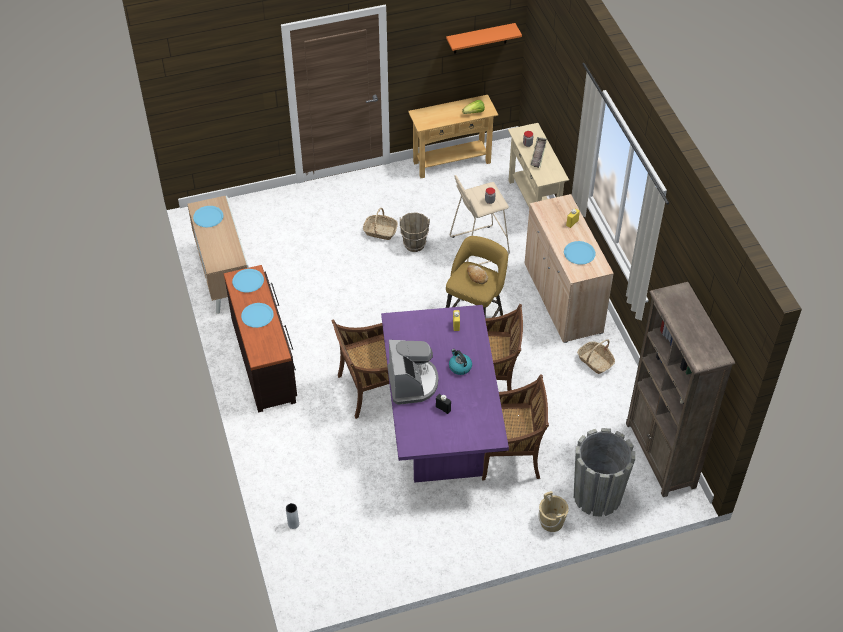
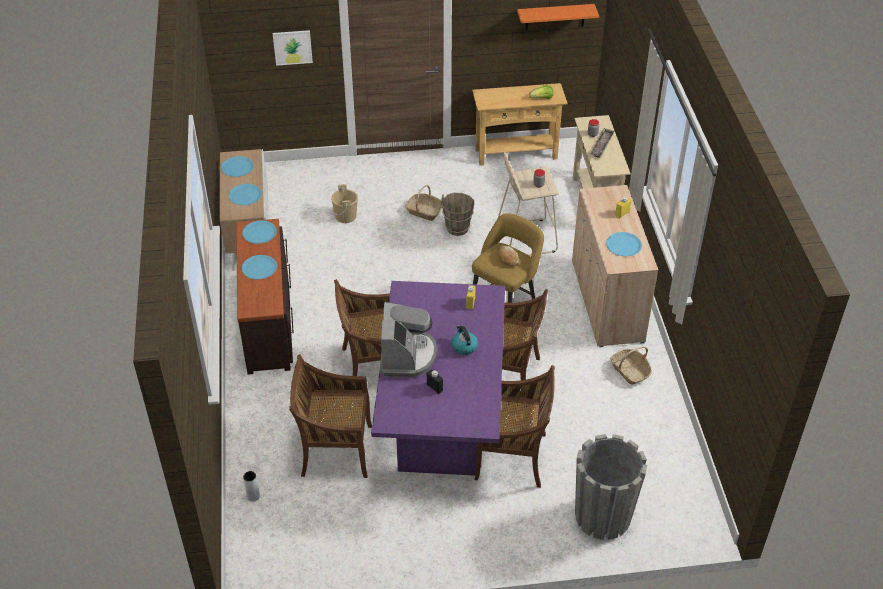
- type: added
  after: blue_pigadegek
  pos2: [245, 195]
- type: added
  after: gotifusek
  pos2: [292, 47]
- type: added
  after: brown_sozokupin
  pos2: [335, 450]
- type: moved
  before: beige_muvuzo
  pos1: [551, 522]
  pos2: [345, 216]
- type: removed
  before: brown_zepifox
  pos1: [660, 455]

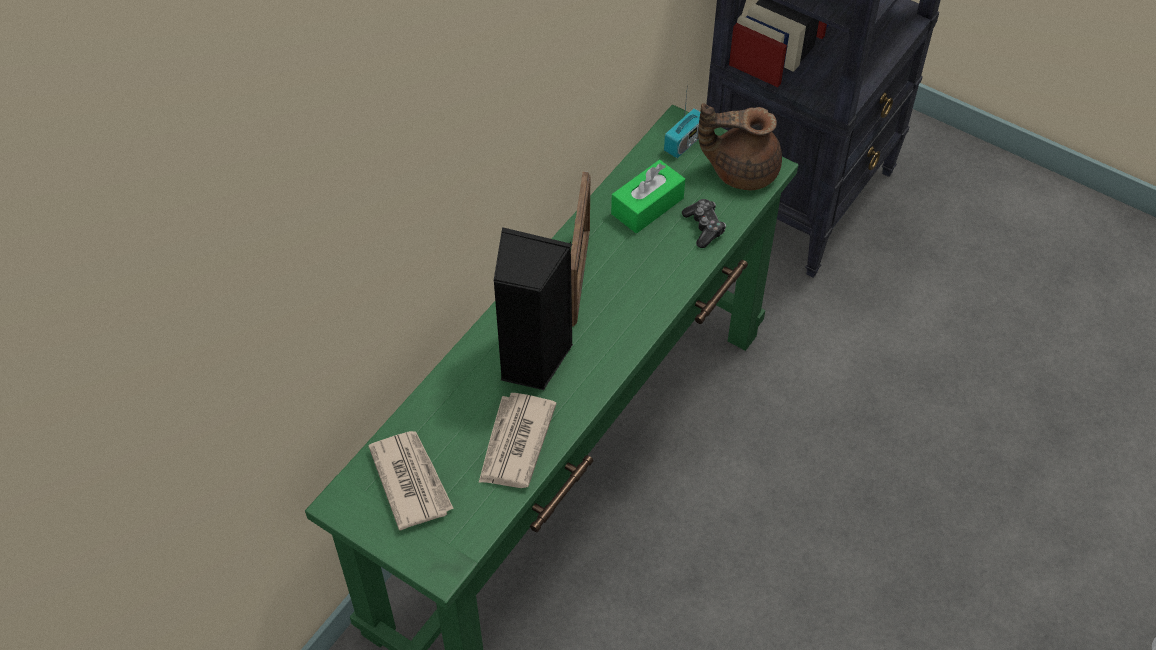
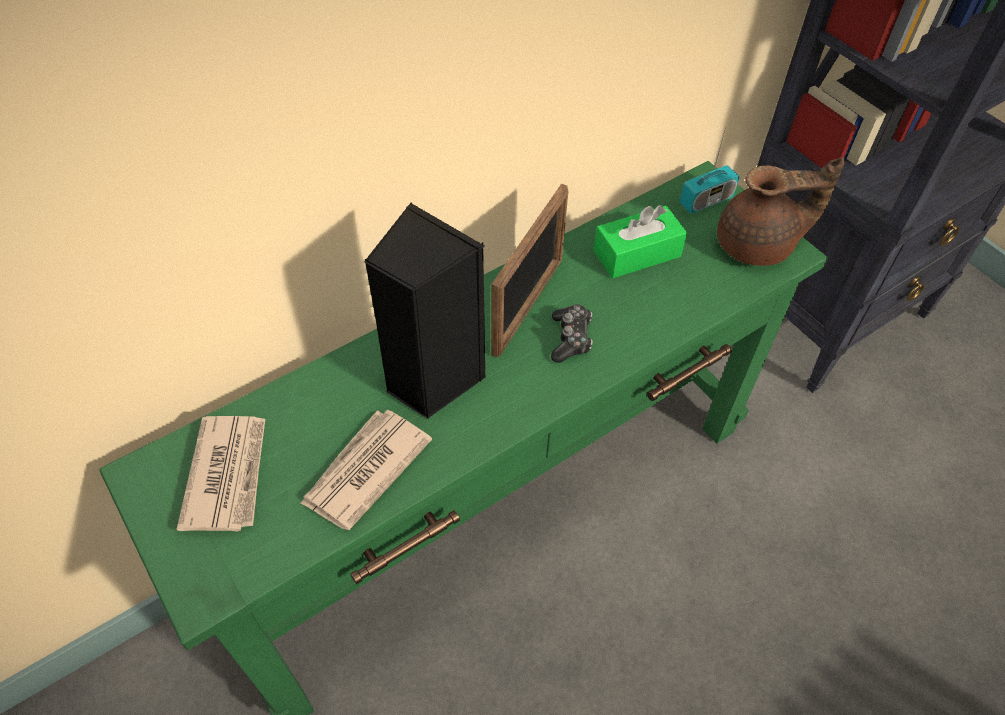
- type: moved
  before: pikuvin
  pos1: [704, 227]
  pos2: [571, 339]
- type: turned
  before: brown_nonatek
  pos1: [741, 170]
  pos2: [758, 245]
  turn: 150

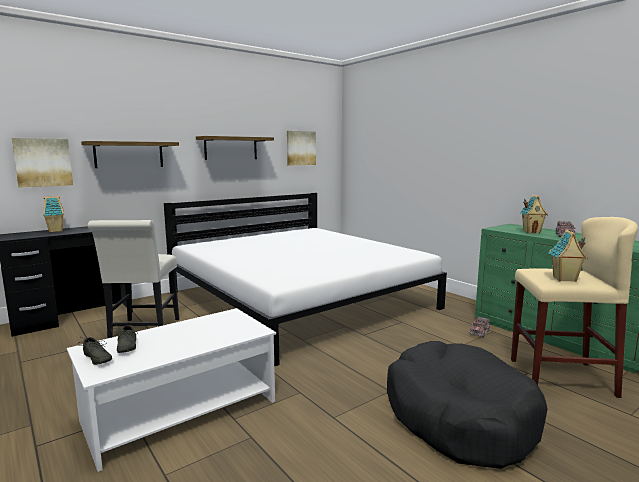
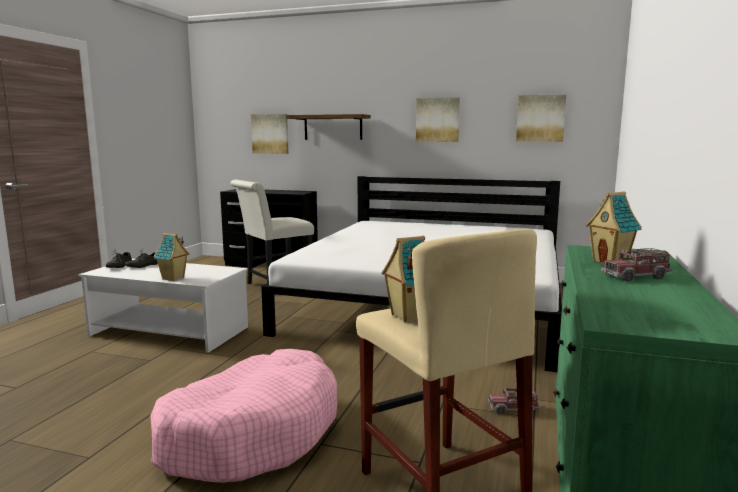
- type: recoloured
  before: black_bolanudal
  after: pink_bolanudal
  pos1: [458, 416]
  pos2: [251, 433]
- type: moved
  before: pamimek
  pos1: [56, 230]
  pos2: [173, 278]
- type: replaced
  before: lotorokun
  after: gotifusek
  pos1: [231, 148]
  pos2: [437, 120]

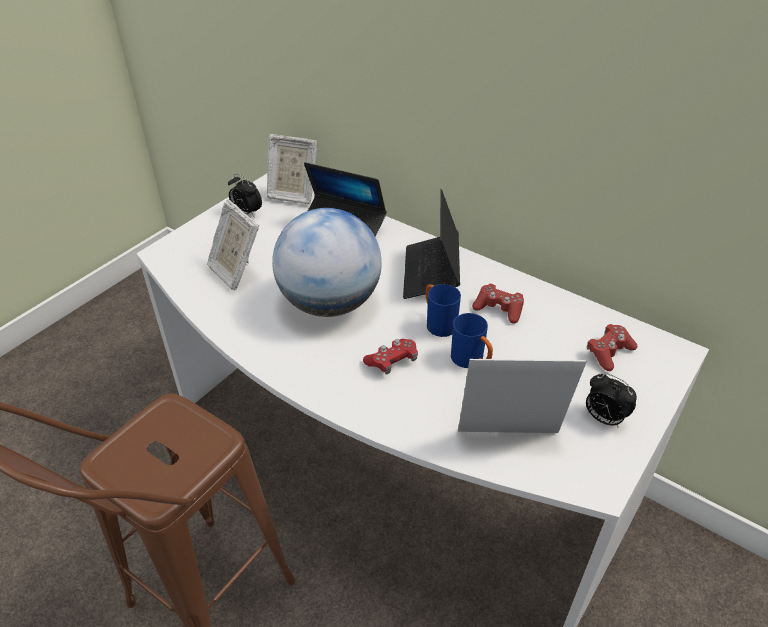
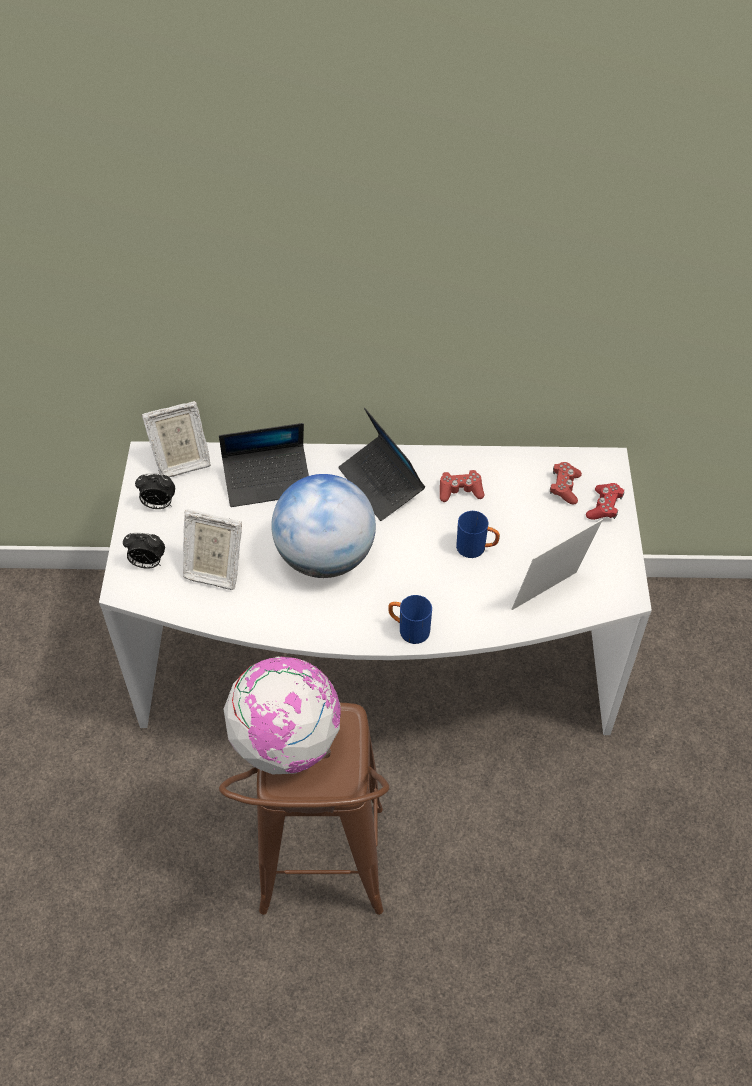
- type: moved
  before: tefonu
  pos1: [603, 418]
  pos2: [147, 563]
- type: added
  after: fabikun
  pos2: [286, 742]
- type: moved
  before: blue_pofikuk
  pos1: [437, 323]
  pos2: [408, 629]
- type: moved
  before: red_pikuvin
  pos1: [392, 361]
  pos2: [604, 507]

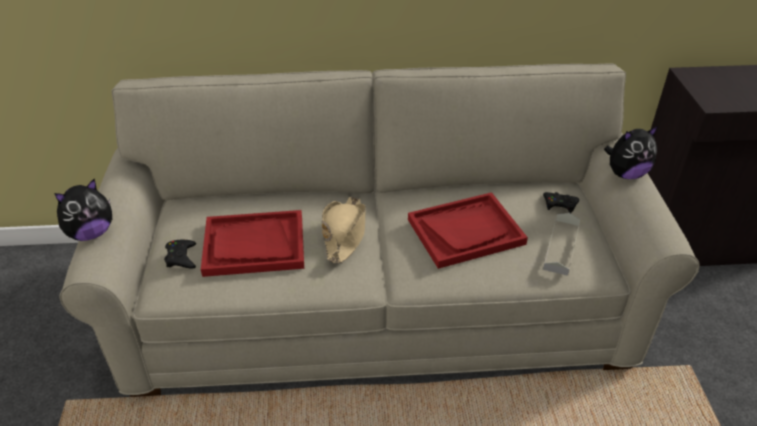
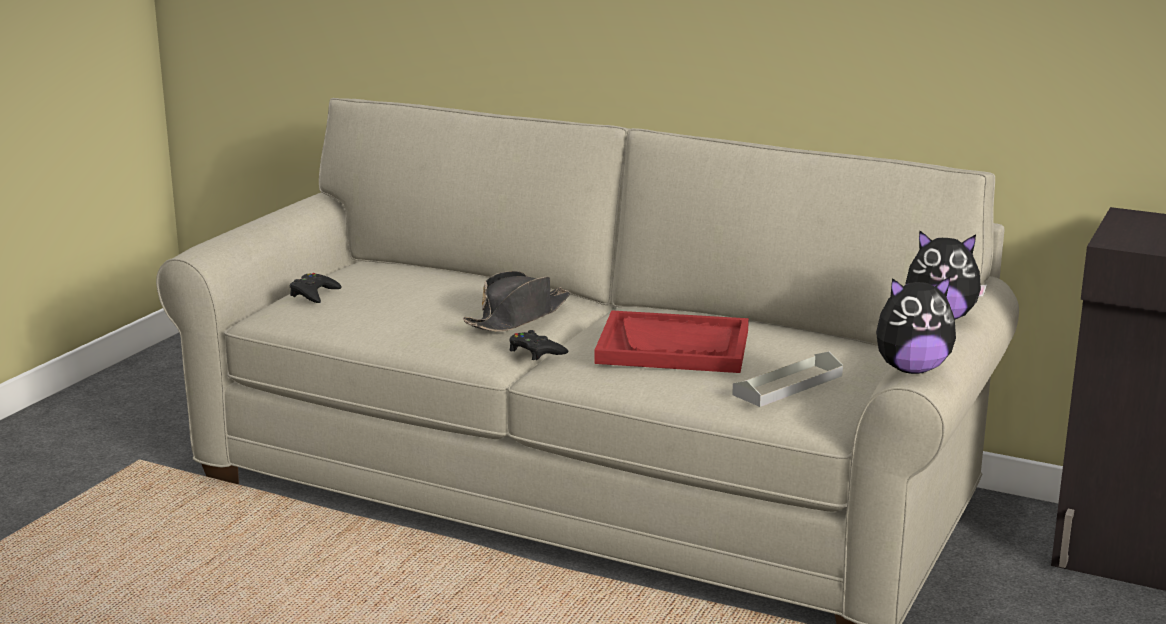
- type: recoloured
  before: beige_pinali
  after: black_pinali
  pos1: [345, 234]
  pos2: [518, 317]
- type: moved
  before: black_pikuvin
  pos1: [560, 204]
  pos2: [535, 352]
- type: moved
  before: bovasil
  pos1: [91, 233]
  pos2: [911, 369]
- type: removed
  before: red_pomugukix
  pos1: [254, 245]

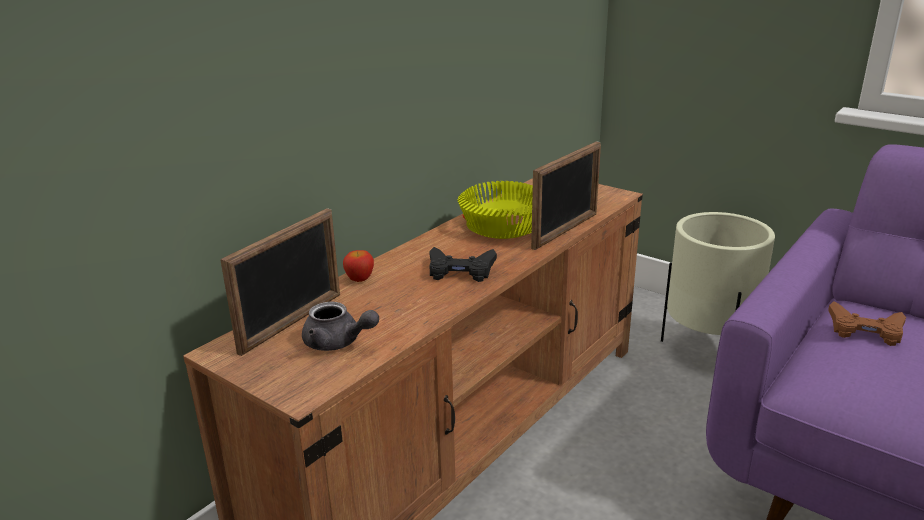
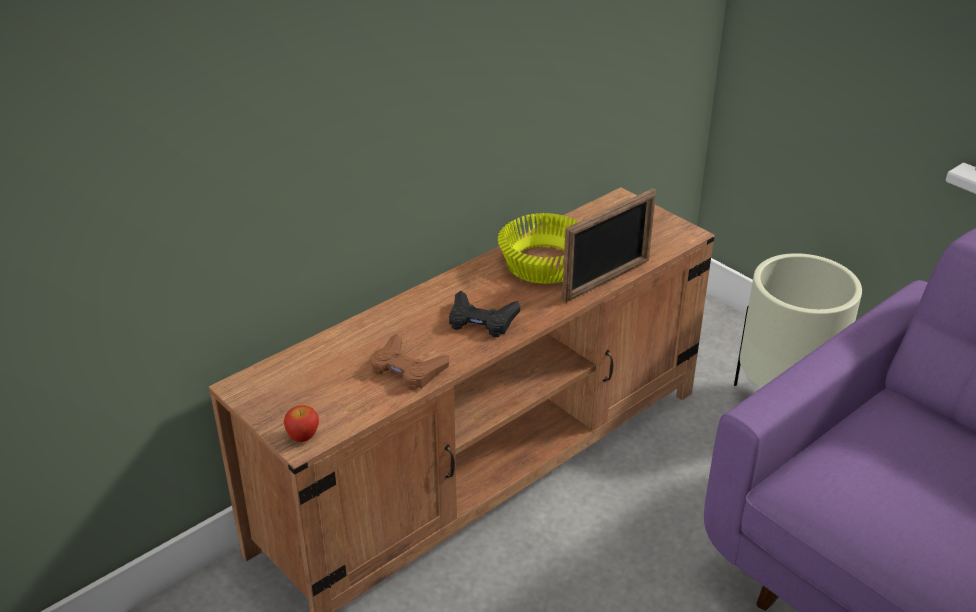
- type: moved
  before: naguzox
  pos1: [359, 278]
  pos2: [303, 436]
- type: moved
  before: brown_pikuvin
  pos1: [865, 330]
  pos2: [407, 369]
- type: removed
  before: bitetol
  pos1: [292, 323]
- type: removed
  before: grey_nonatek
  pos1: [338, 343]

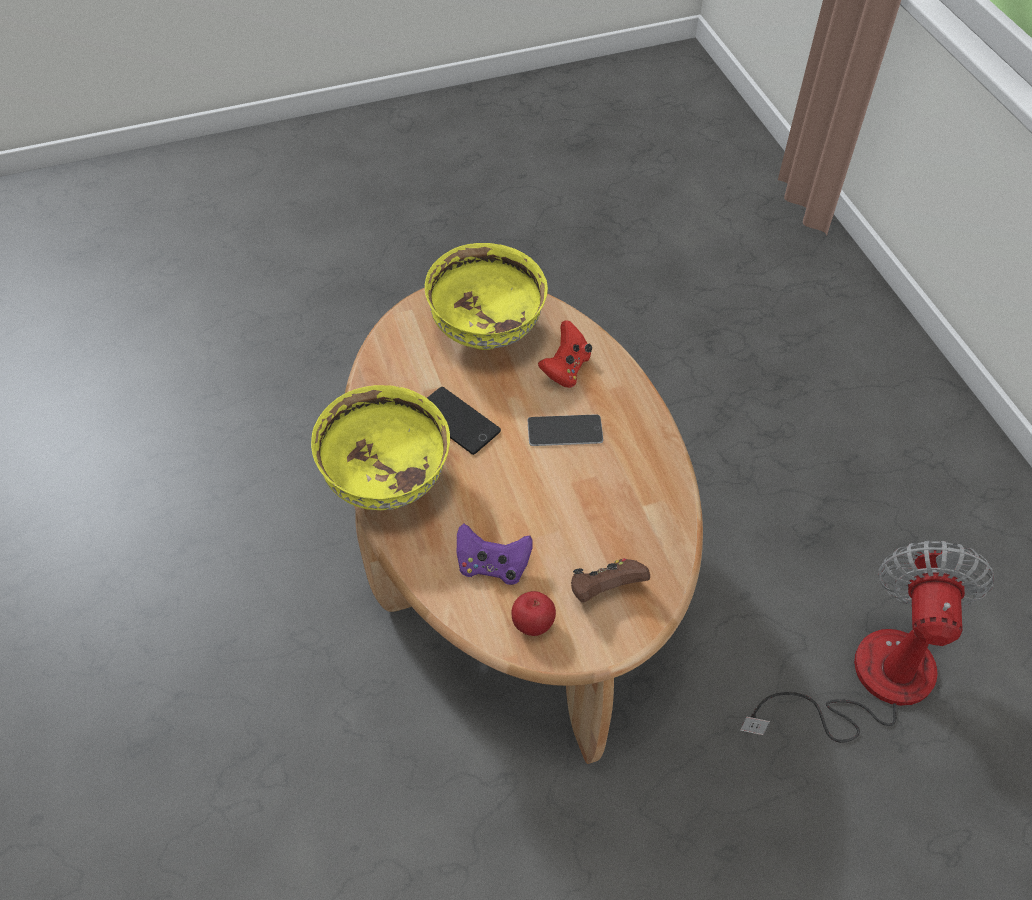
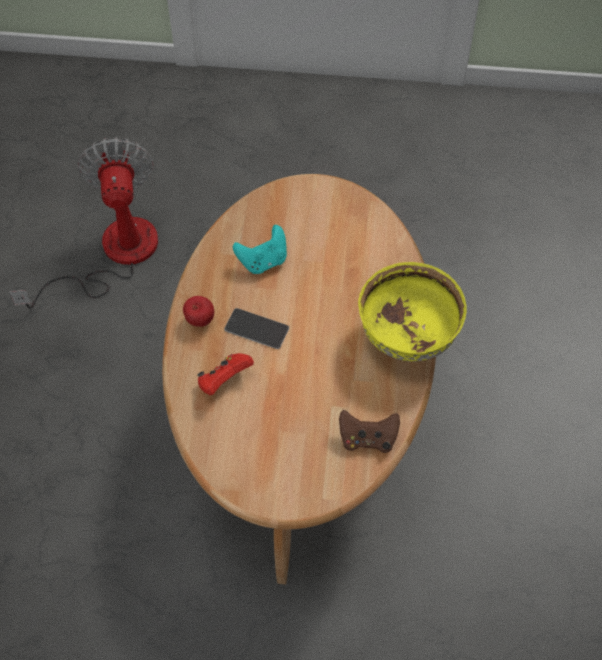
- type: turned
  before: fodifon
  pos1: [868, 680]
  pos2: [113, 255]
  turn: 135
- type: moved
  before: naguzox
  pos1: [533, 624]
  pos2: [200, 321]
- type: added
  after: turquoise_pikuvin
  pos2: [263, 261]
- type: moved
  before: brown_pikuvin
  pos1: [605, 589]
  pos2: [367, 439]
- type: removed
  before: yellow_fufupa
  pos1: [488, 333]
- type: removed
  before: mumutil
  pos1: [457, 421]
- type: removed
  before: purple_pikuvin
  pos1: [492, 566]

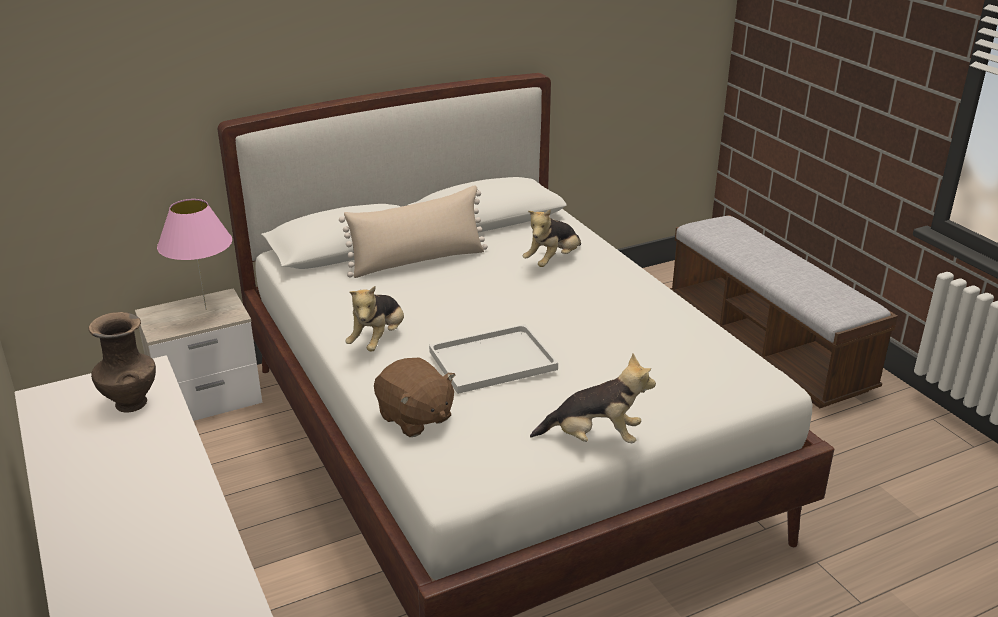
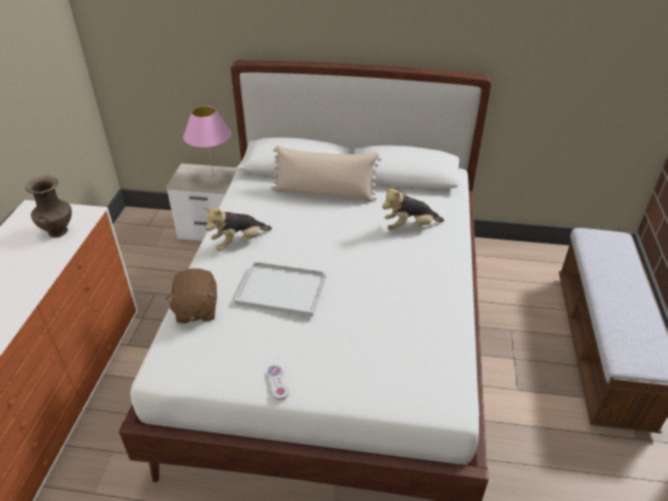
- type: replaced
  before: bovasil
  after: white_pikuvin
  pos1: [594, 438]
  pos2: [277, 383]

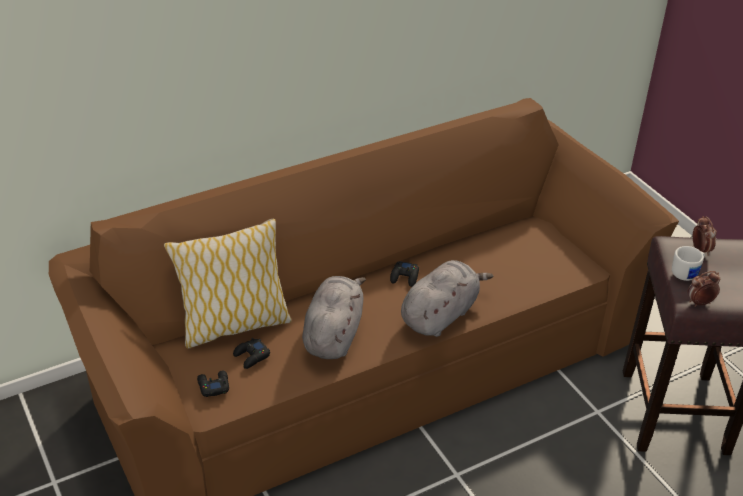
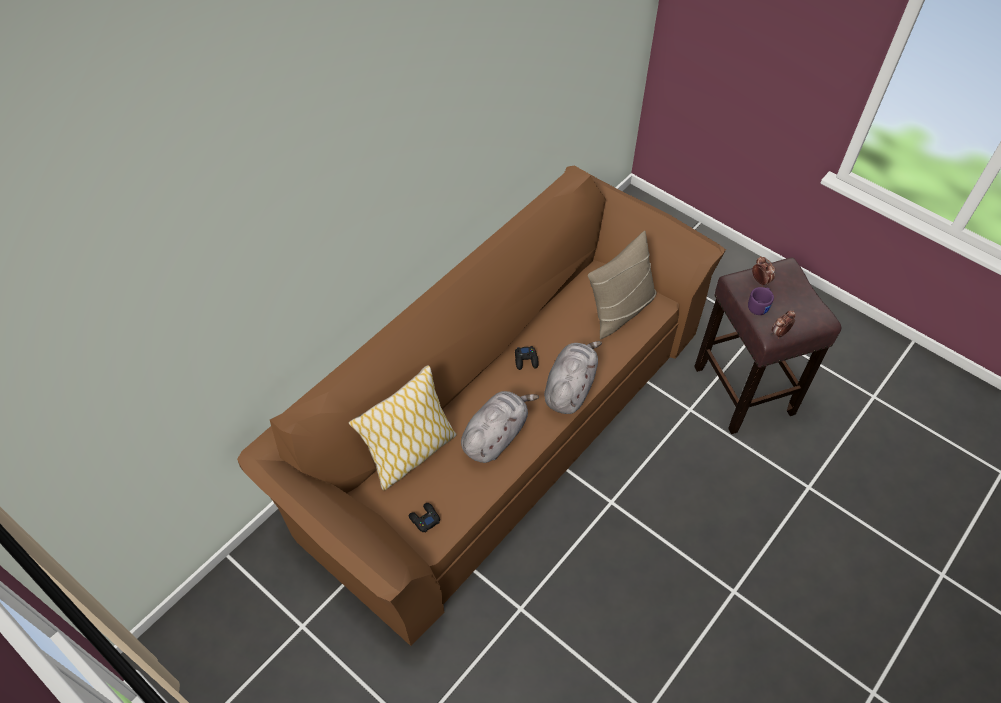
- type: turned
  before: grey_bovasil
  pos1: [333, 334]
  pos2: [496, 435]
  turn: 45
- type: added
  after: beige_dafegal
  pos2: [620, 310]
- type: recoloured
  before: white_pofikuk
  after: purple_pofikuk
  pos1: [687, 273]
  pos2: [759, 306]
- type: removed
  before: black_pikuvin
  pos1: [251, 356]

